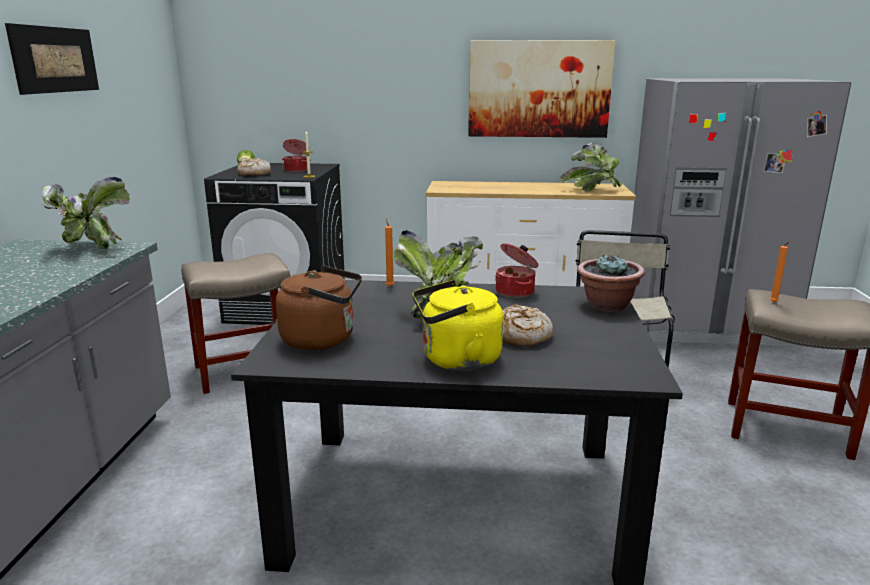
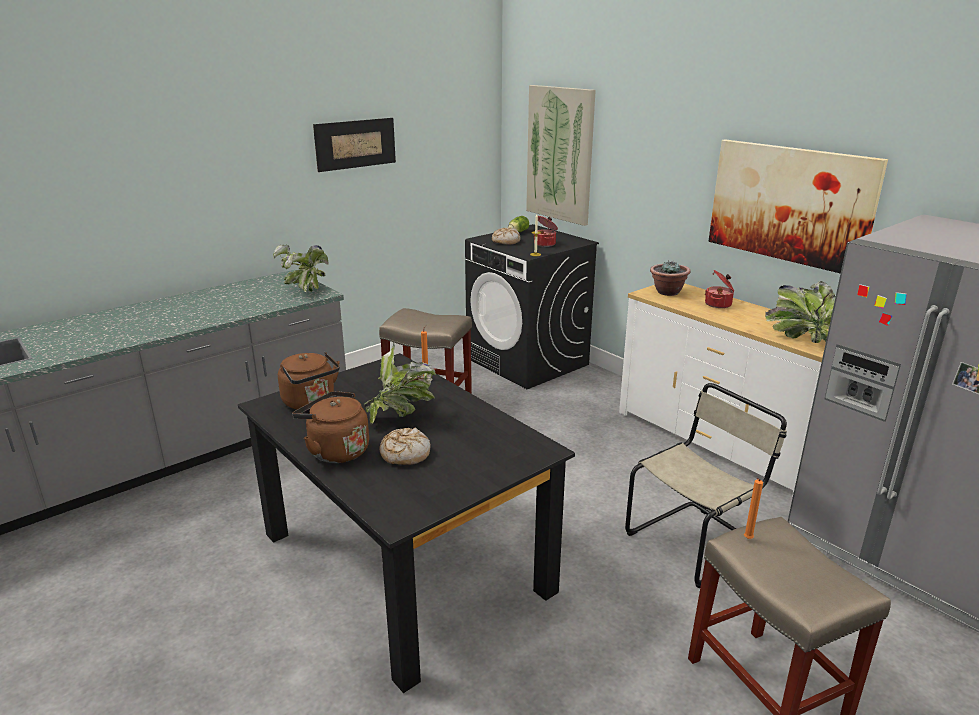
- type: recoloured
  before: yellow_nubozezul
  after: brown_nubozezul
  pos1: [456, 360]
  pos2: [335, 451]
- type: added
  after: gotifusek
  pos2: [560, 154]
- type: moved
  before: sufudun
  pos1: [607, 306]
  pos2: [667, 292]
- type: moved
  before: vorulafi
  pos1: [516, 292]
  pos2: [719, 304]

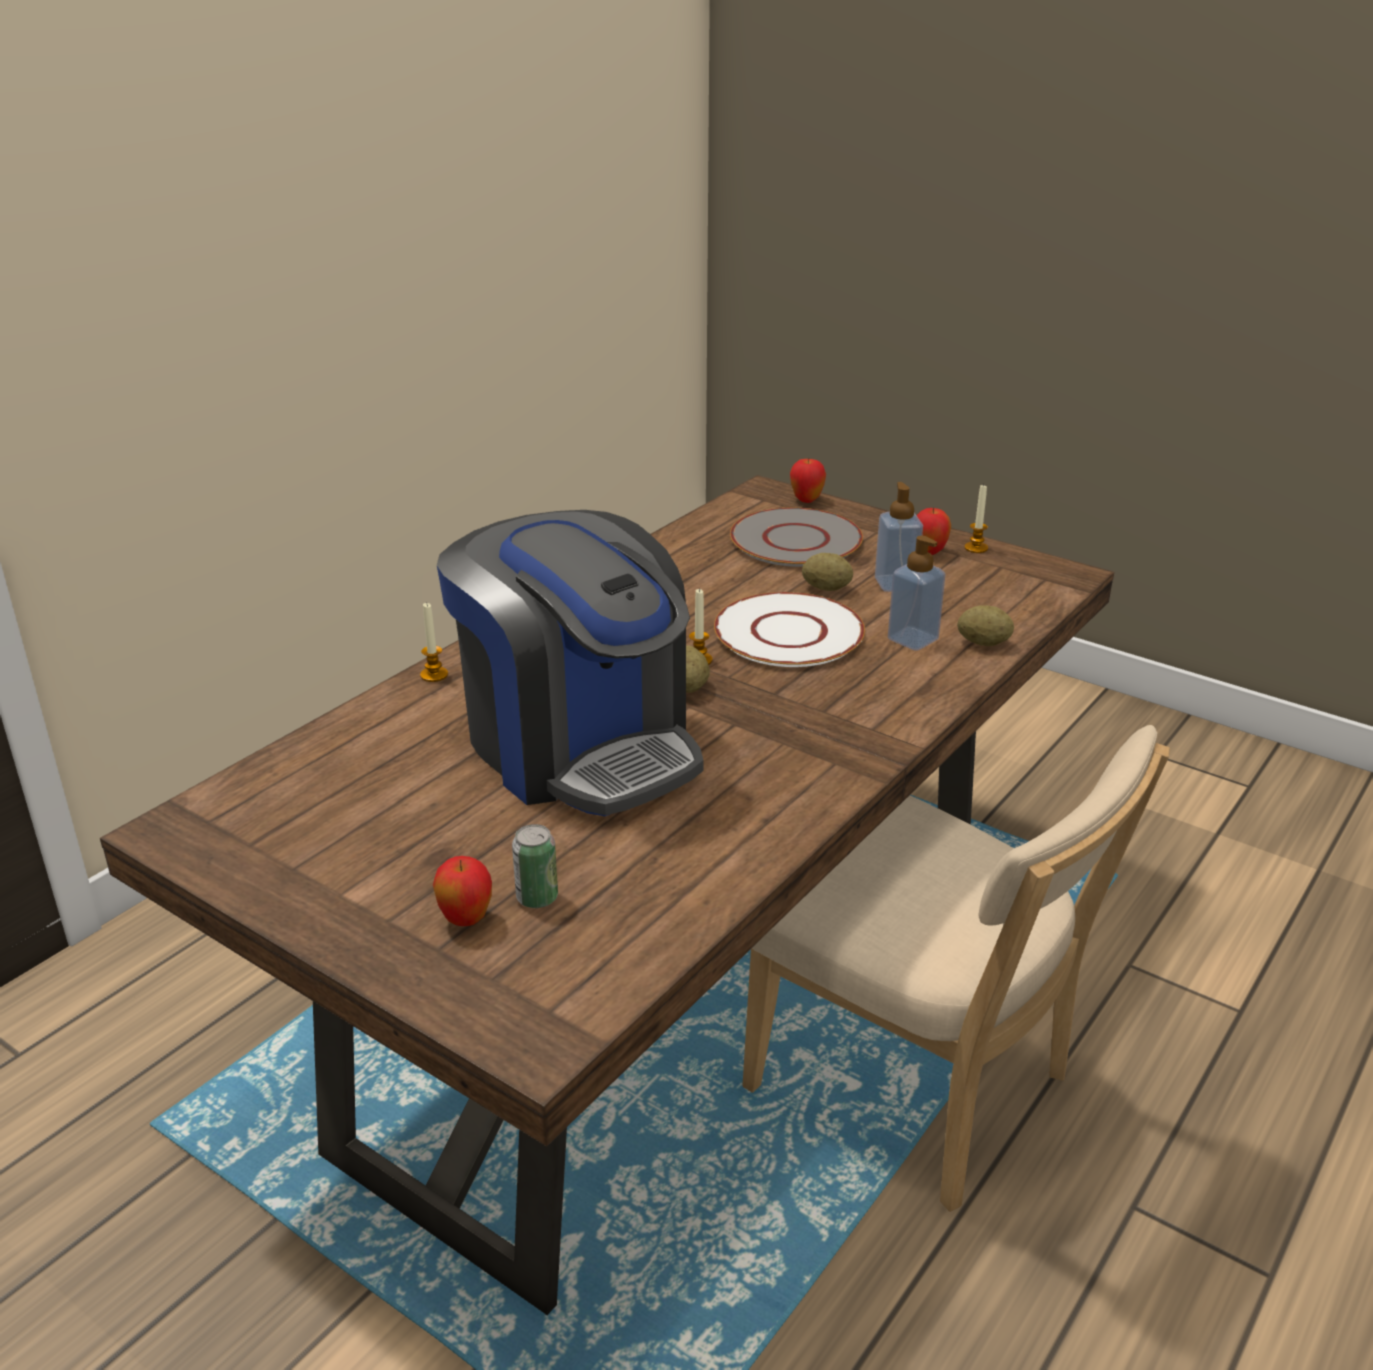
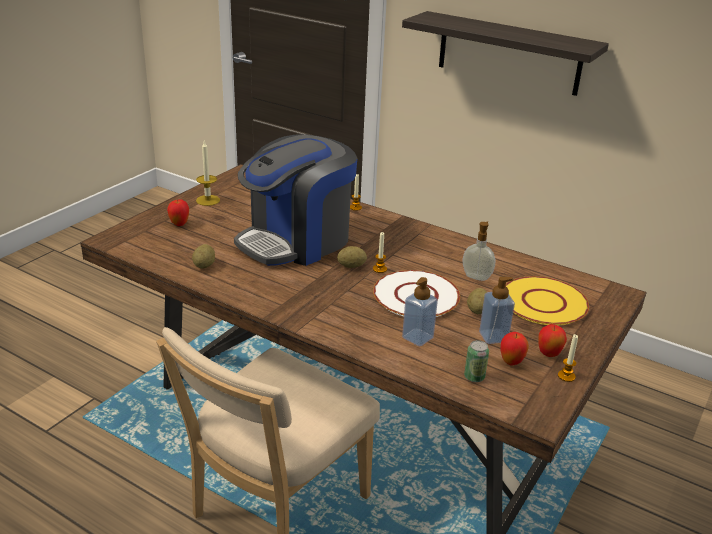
- type: moved
  before: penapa
  pos1: [983, 643]
  pos2: [204, 265]
- type: added
  after: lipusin
  pos2: [208, 200]
- type: added
  after: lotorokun
  pos2: [509, 53]
- type: added
  after: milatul
  pos2: [477, 276]
- type: moved
  before: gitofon
  pos1: [537, 898]
  pos2: [474, 377]
- type: moved
  before: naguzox
  pos1: [806, 500]
  pos2: [511, 362]
- type: recoloured
  before: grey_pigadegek
  after: yellow_pigadegek
  pos1: [795, 540]
  pos2: [544, 302]

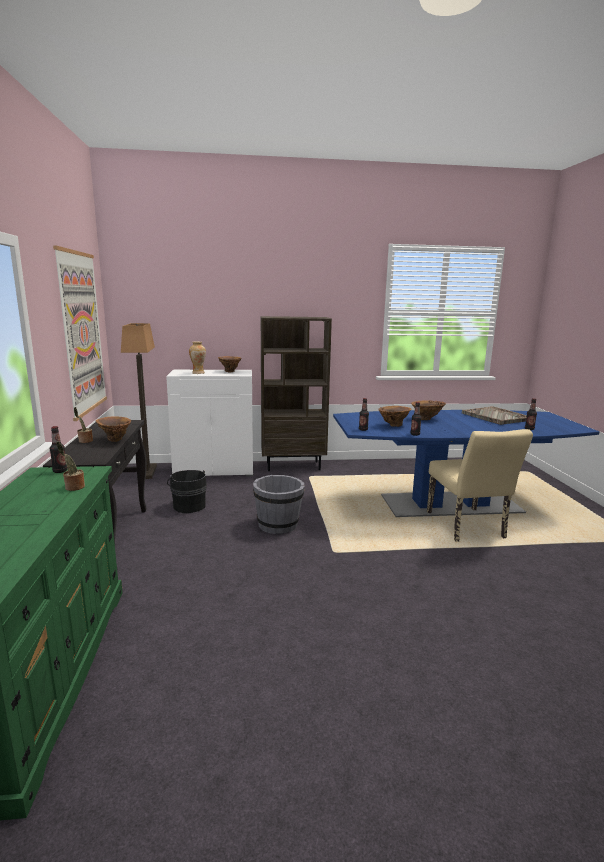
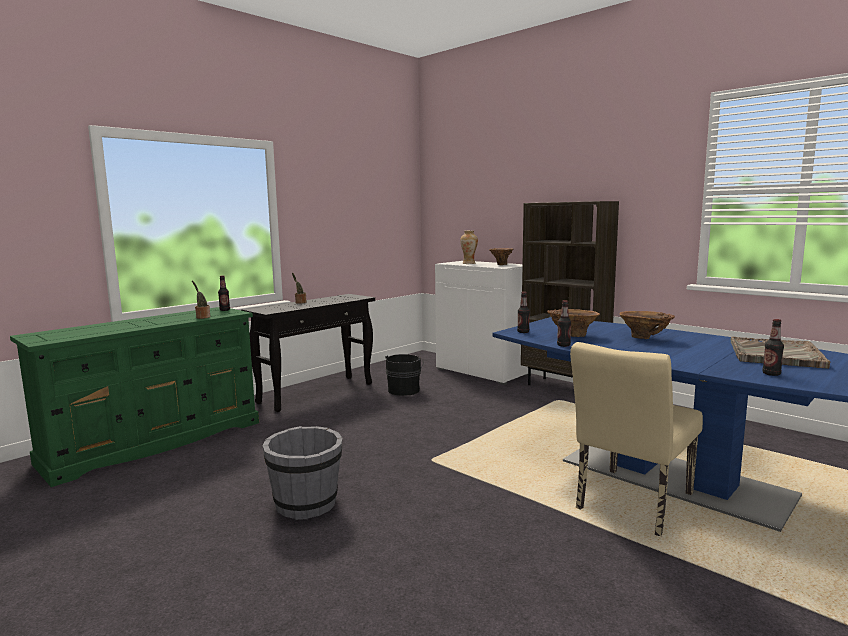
- type: moved
  before: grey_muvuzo
  pos1: [278, 525]
  pos2: [306, 504]
- type: removed
  before: gotifusek
  pos1: [82, 333]
- type: removed
  before: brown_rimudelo
  pos1: [115, 440]
- type: removed
  before: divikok
  pos1: [147, 472]

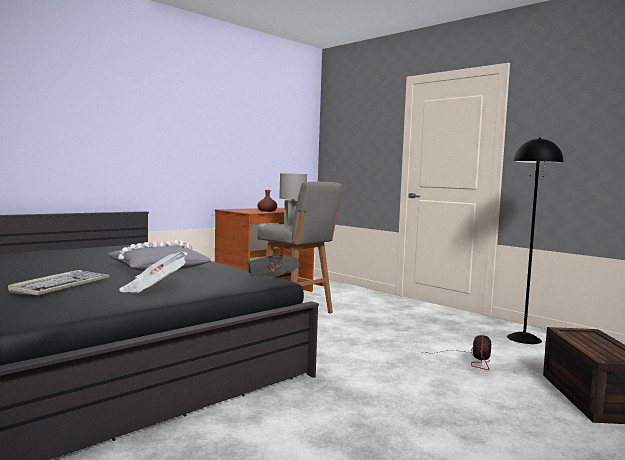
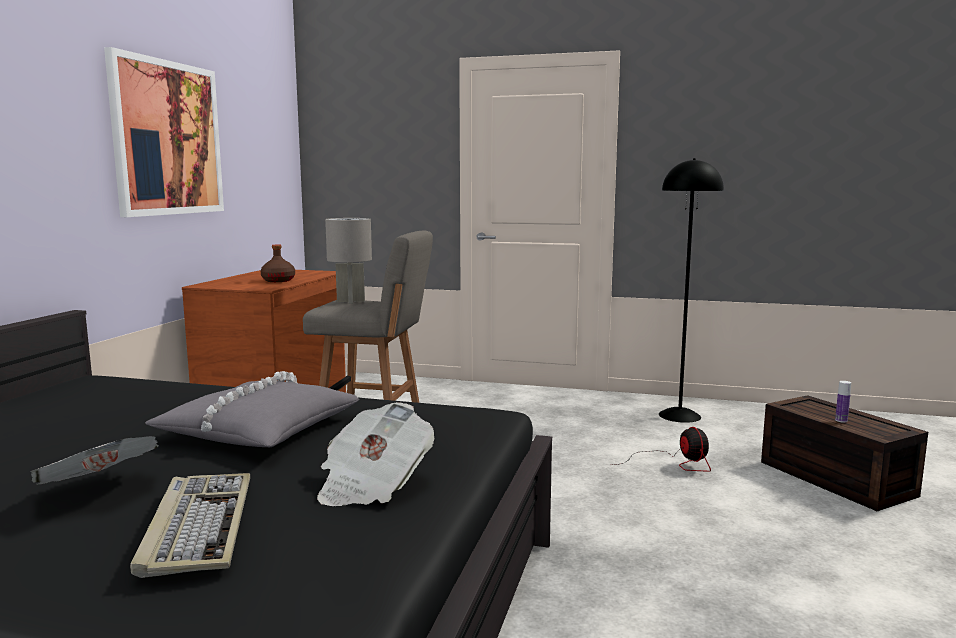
- type: moved
  before: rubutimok
  pos1: [272, 282]
  pos2: [99, 491]
- type: added
  after: gotifusek
  pos2: [167, 138]
- type: added
  after: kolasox
  pos2: [841, 420]

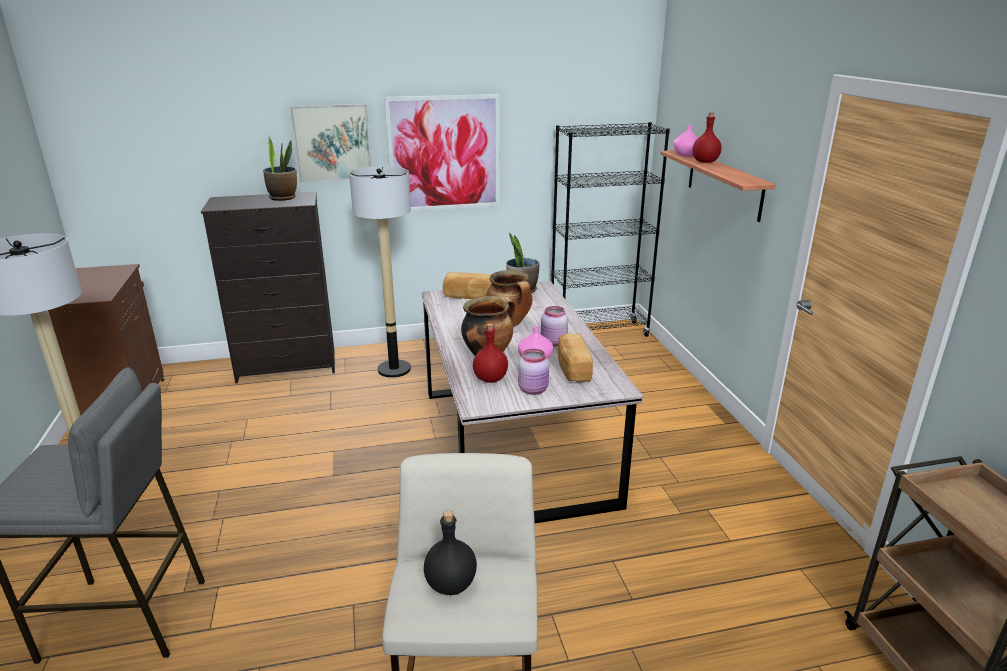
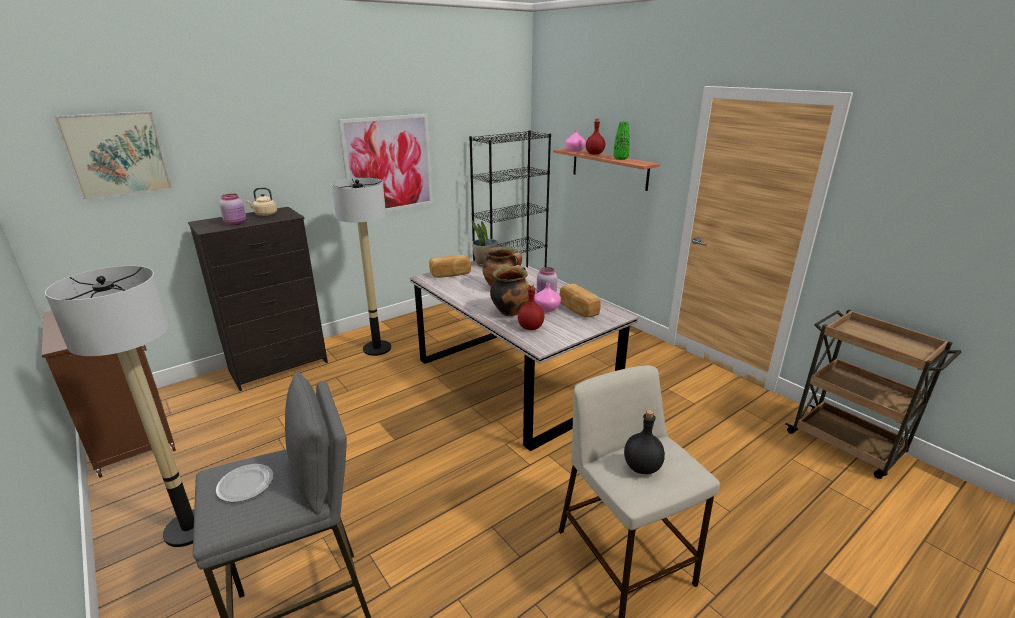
- type: moved
  before: gotifusek
  pos1: [332, 143]
  pos2: [117, 154]
- type: added
  after: pigadegek
  pos2: [245, 485]
- type: moved
  before: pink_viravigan
  pos1: [534, 390]
  pos2: [236, 223]
- type: replaced
  before: sufudun
  after: beige_nubozezul
  pos1: [283, 198]
  pos2: [264, 214]
- type: added
  after: green_rimudelo
  pos2: [620, 159]

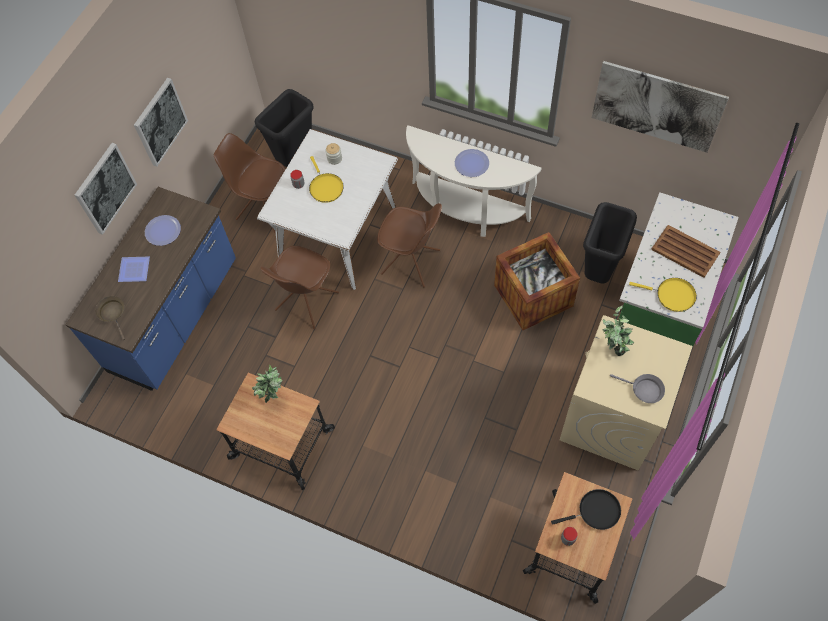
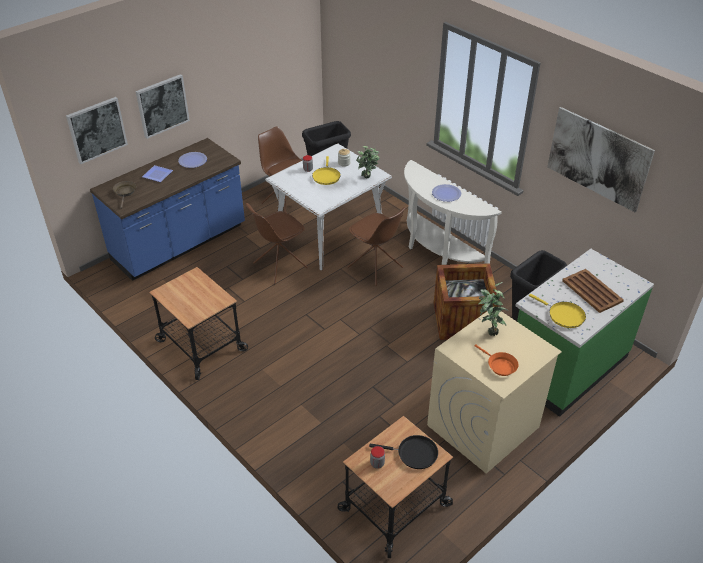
- type: moved
  before: gotifusek
  pos1: [160, 122]
  pos2: [97, 129]
- type: moved
  before: sufudun
  pos1: [273, 397]
  pos2: [367, 179]
- type: recoloured
  before: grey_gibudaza
  after: orange_gibudaza
  pos1: [644, 390]
  pos2: [499, 366]

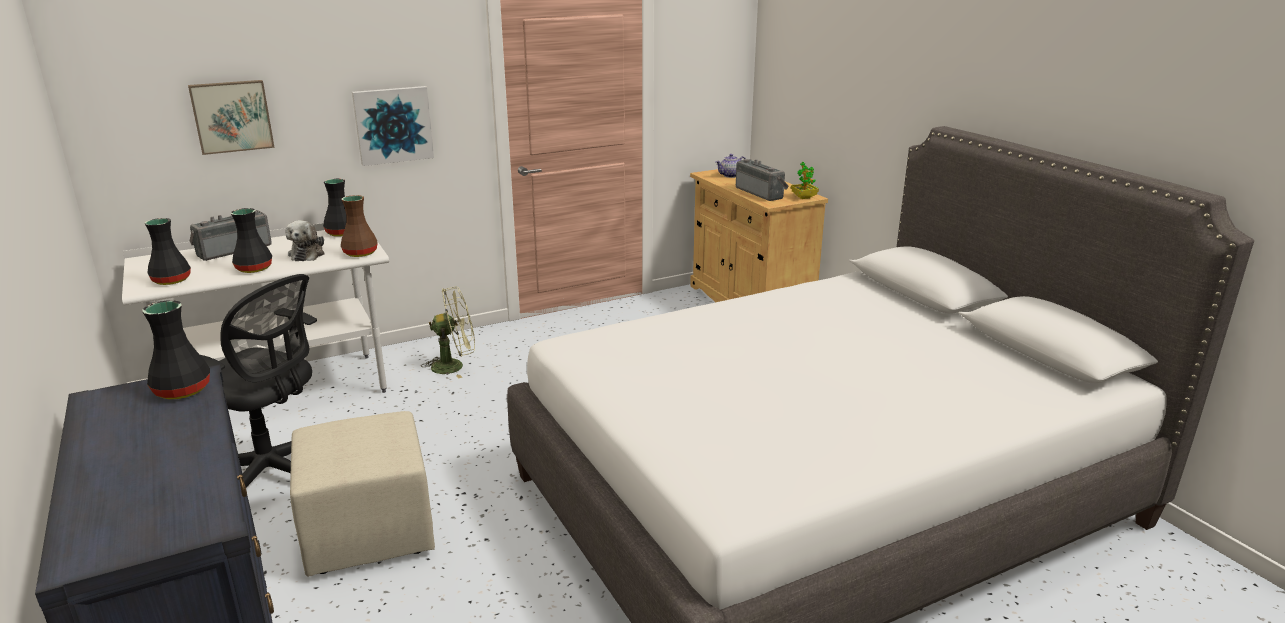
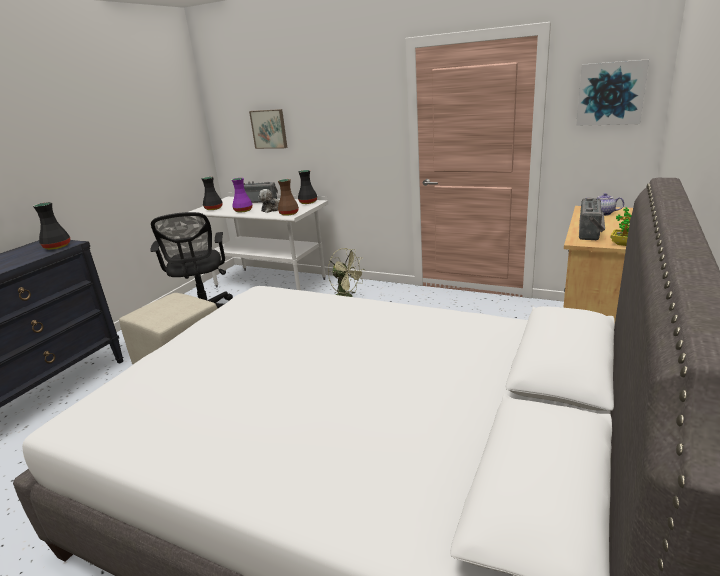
- type: recoloured
  before: black_rimudelo
  after: purple_rimudelo
  pos1: [253, 269]
  pos2: [243, 211]
- type: moved
  before: gotifusek
  pos1: [393, 125]
  pos2: [611, 93]

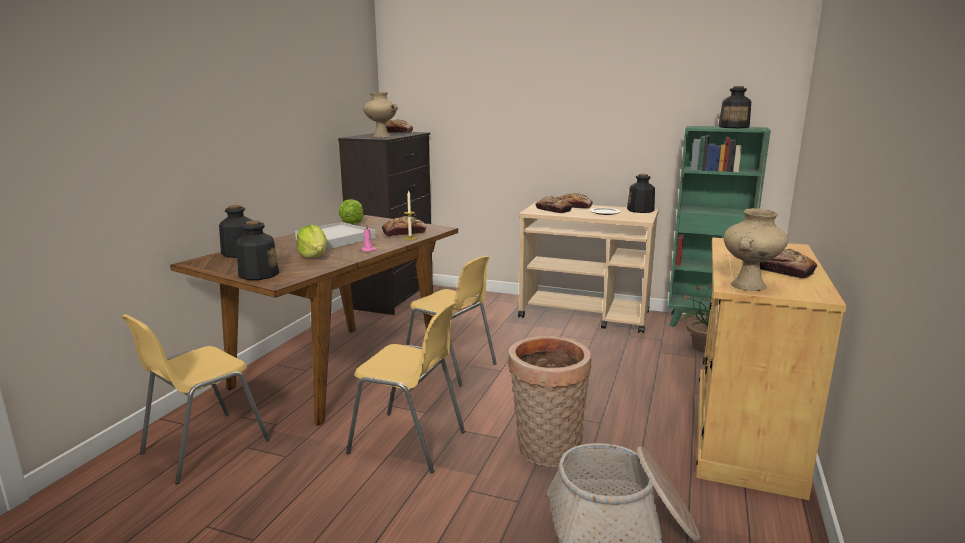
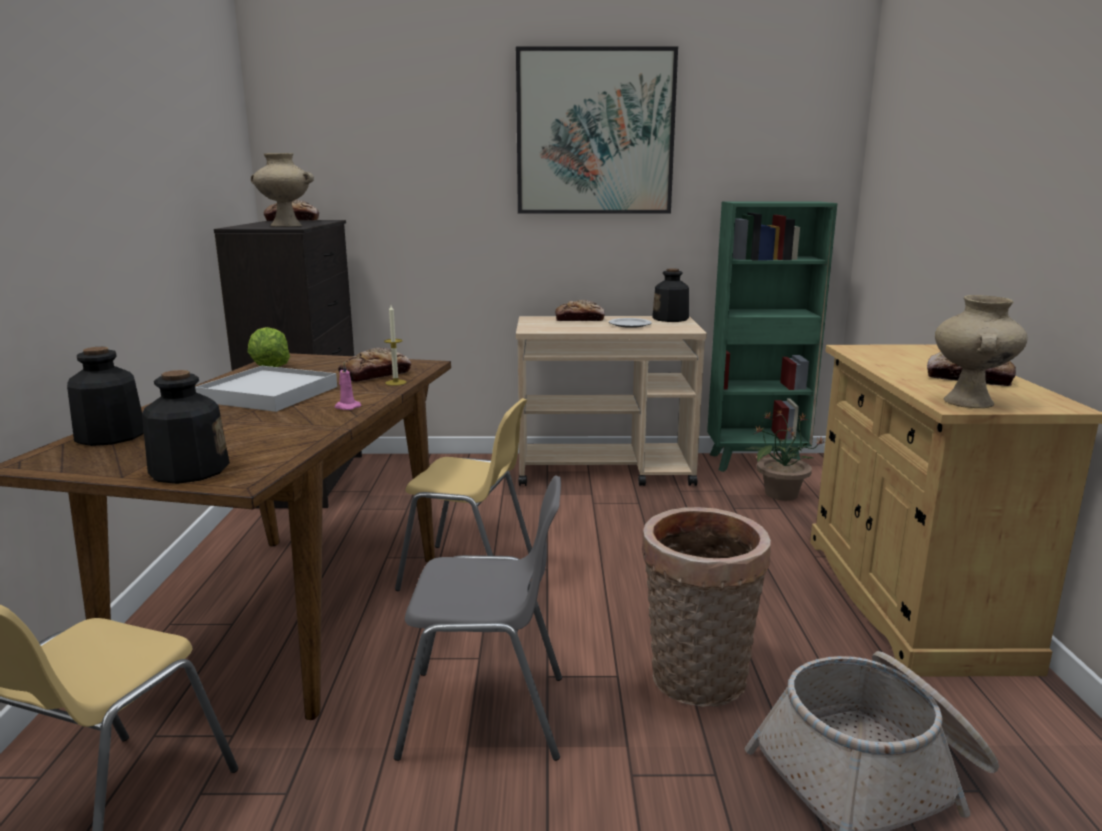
- type: recoloured
  before: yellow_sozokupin
  after: grey_sozokupin
  pos1: [409, 442]
  pos2: [486, 715]
- type: added
  after: gotifusek
  pos2: [595, 133]
- type: removed
  before: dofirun
  pos1: [314, 256]
- type: removed
  before: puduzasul
  pos1: [553, 210]
- type: removed
  before: kolasox
  pos1: [733, 127]

